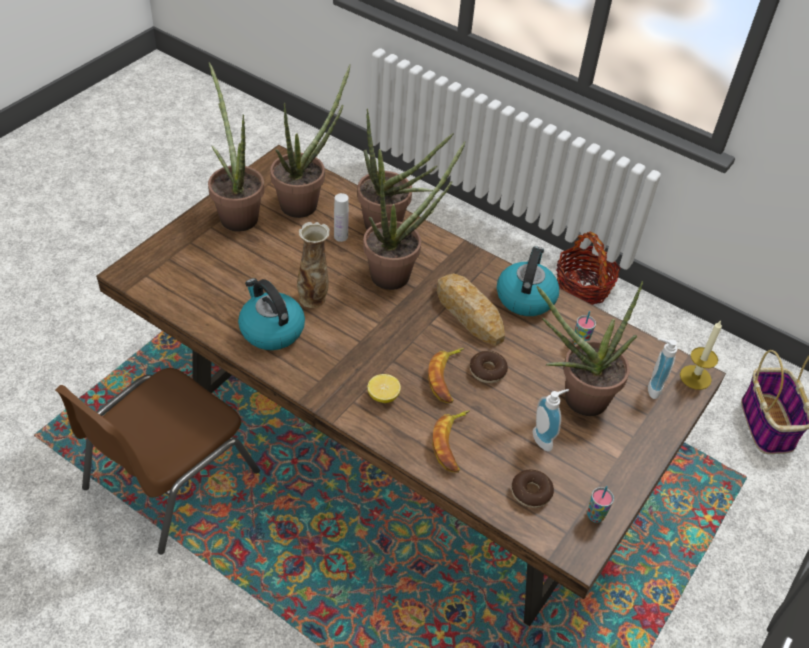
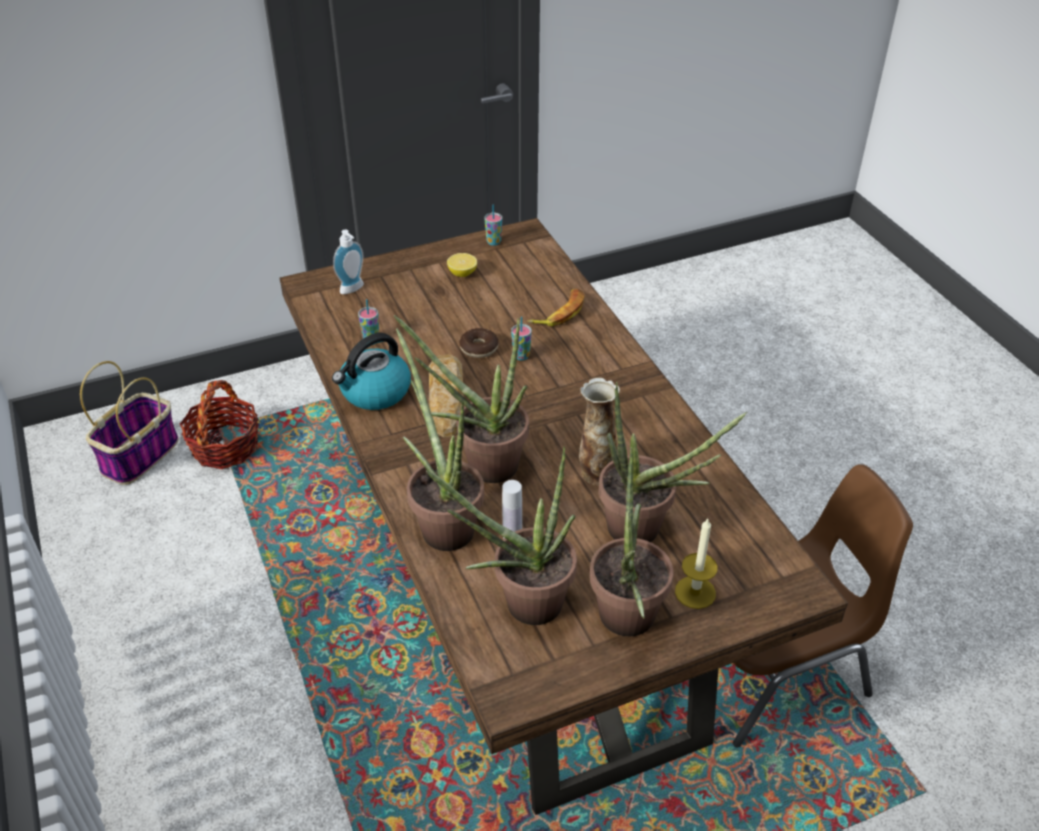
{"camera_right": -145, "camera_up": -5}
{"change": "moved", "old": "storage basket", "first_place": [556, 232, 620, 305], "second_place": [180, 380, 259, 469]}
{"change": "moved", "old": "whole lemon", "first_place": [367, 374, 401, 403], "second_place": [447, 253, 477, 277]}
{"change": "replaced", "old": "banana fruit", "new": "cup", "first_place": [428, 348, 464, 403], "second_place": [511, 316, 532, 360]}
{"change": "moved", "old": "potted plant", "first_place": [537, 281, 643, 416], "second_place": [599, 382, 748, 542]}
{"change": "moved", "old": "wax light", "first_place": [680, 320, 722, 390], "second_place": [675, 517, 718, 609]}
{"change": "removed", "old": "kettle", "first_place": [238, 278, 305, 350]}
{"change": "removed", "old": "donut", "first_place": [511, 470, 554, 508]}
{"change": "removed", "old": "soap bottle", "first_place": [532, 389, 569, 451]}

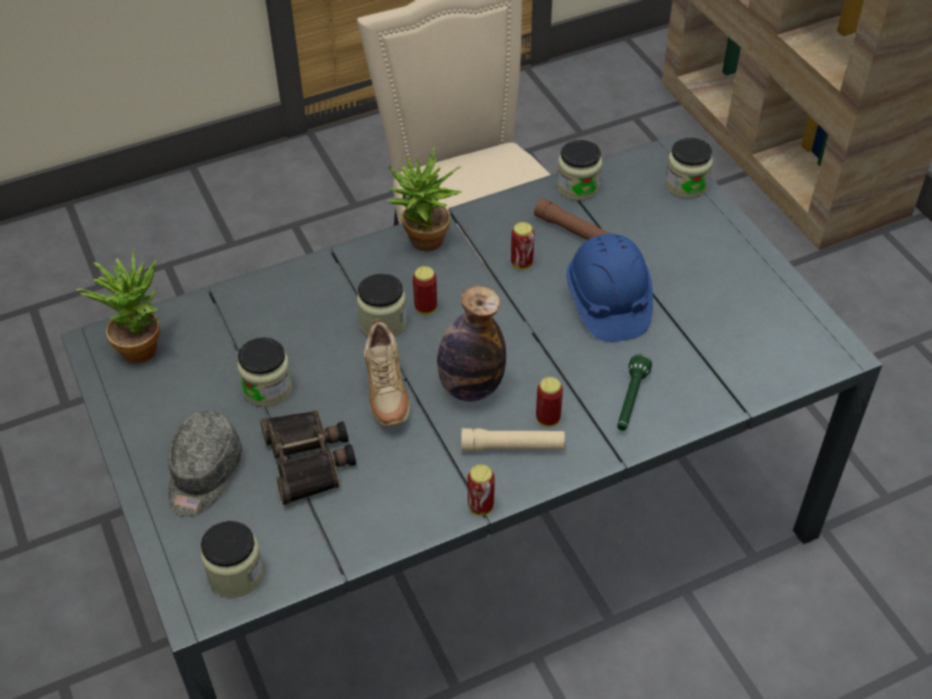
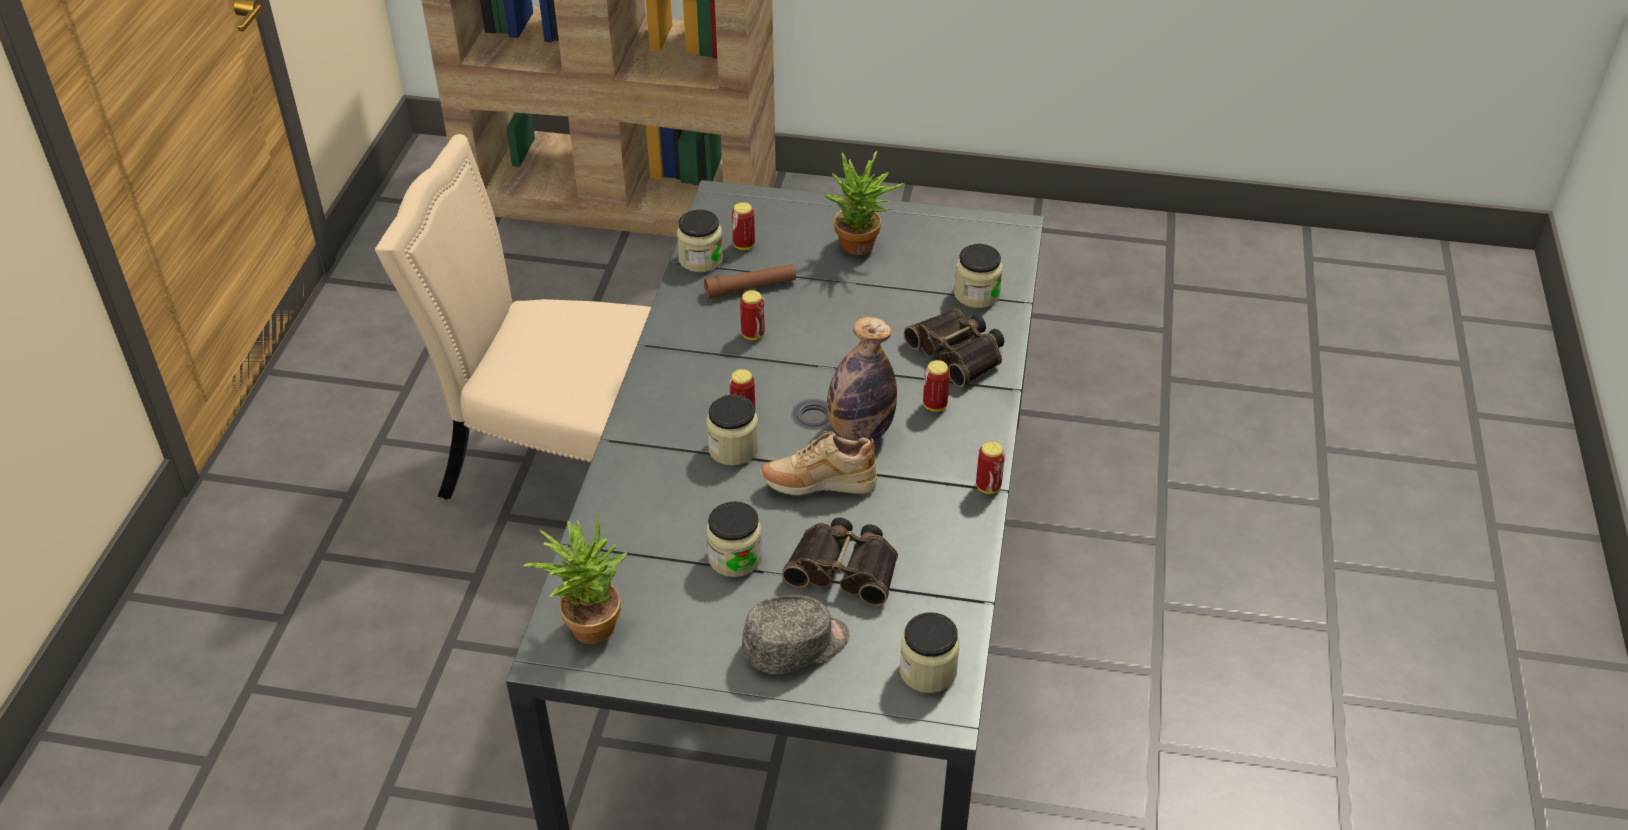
{"camera_right": -55, "camera_up": -5}
{"change": "added", "new": "sealed can", "second_place": [732, 202, 755, 250]}
{"change": "turned", "old": "grey baseball cap", "first_place": [168, 411, 242, 516], "second_place": [742, 595, 850, 674], "degrees": -75}
{"change": "turned", "old": "beige low shoe", "first_place": [364, 319, 411, 426], "second_place": [760, 431, 877, 495], "degrees": 150}
{"change": "moved", "old": "potted plant", "first_place": [388, 147, 462, 251], "second_place": [823, 151, 904, 255]}
{"change": "replaced", "old": "green torch", "new": "binoculars", "first_place": [617, 354, 652, 431], "second_place": [904, 308, 1004, 387]}
{"change": "moved", "old": "storage jar", "first_place": [665, 138, 713, 199], "second_place": [954, 244, 1003, 308]}
{"change": "removed", "old": "beige torch", "first_place": [461, 428, 565, 452]}
{"change": "removed", "old": "blue-coloured work helmet", "first_place": [566, 234, 653, 342]}

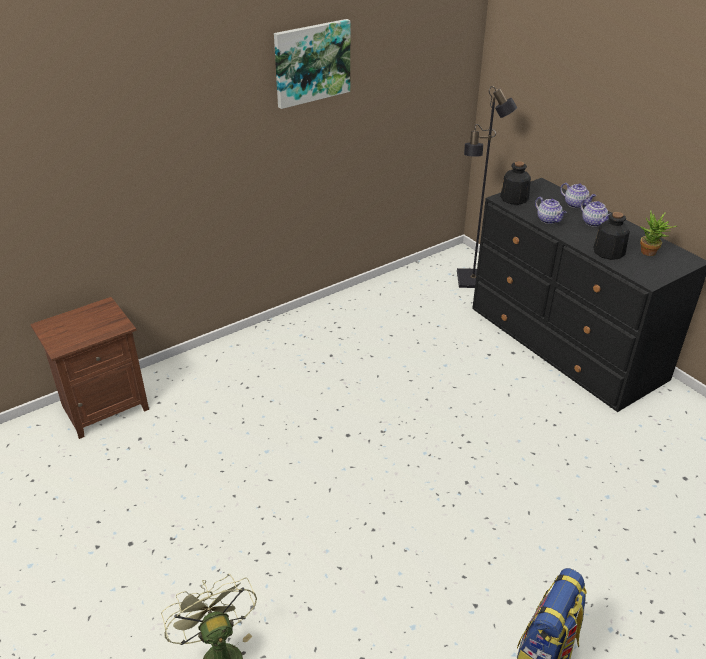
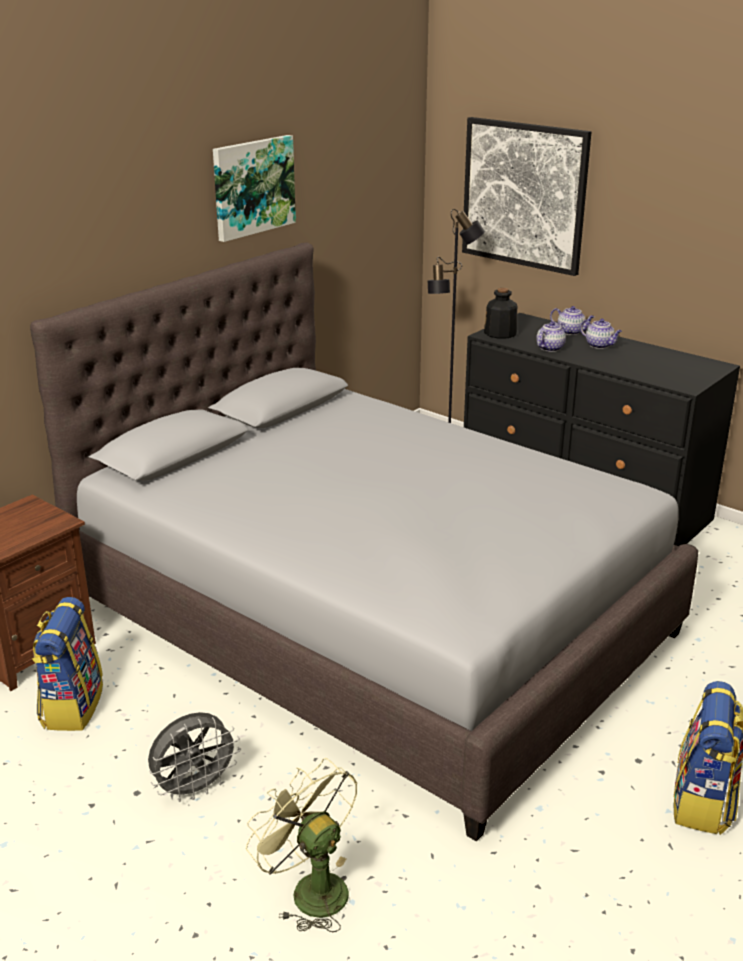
{"camera_right": -15, "camera_up": -10}
{"change": "added", "new": "grey bed", "second_place": [30, 243, 698, 842]}
{"change": "added", "new": "rucksack", "second_place": [32, 597, 103, 731]}
{"change": "added", "new": "grey electric fan", "second_place": [148, 712, 240, 802]}
{"change": "added", "new": "wall picture", "second_place": [462, 117, 591, 276]}
{"change": "turned", "old": "pot for tea", "first_place": [535, 197, 567, 224], "second_place": [536, 321, 566, 352], "degrees": -90}
{"change": "removed", "old": "beverage bottle", "first_place": [593, 212, 630, 260]}
{"change": "removed", "old": "potted plant", "first_place": [640, 210, 677, 256]}

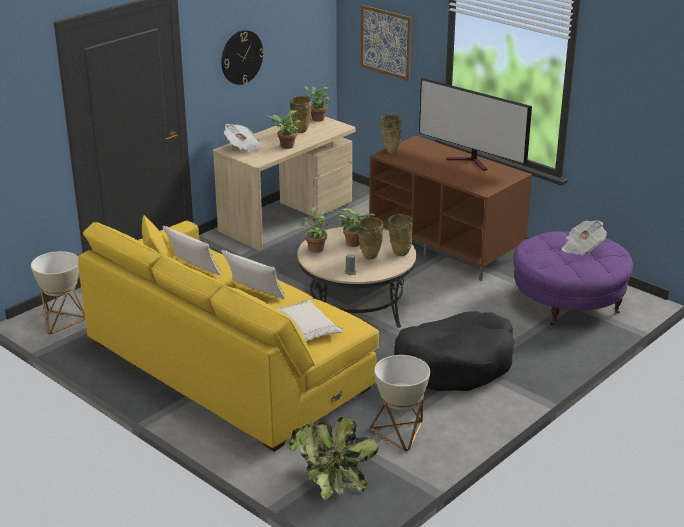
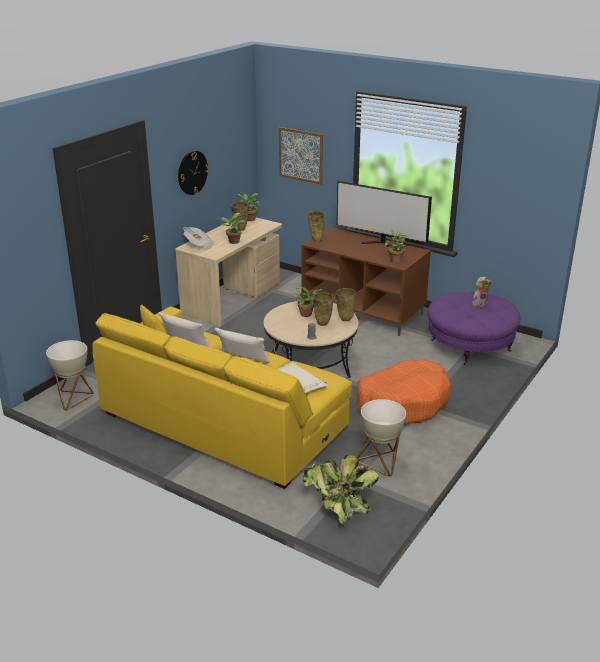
{"camera_right": -10, "camera_up": 0}
{"change": "recoloured", "old": "black-coloured dog cushion", "new": "orange-coloured dog cushion", "first_place": [394, 311, 514, 391], "second_place": [356, 359, 451, 424]}
{"change": "moved", "old": "potted plant", "first_place": [297, 207, 329, 253], "second_place": [385, 229, 406, 263]}
{"change": "replaced", "old": "newspaper", "new": "plush toy", "first_place": [562, 220, 607, 256], "second_place": [472, 276, 492, 307]}

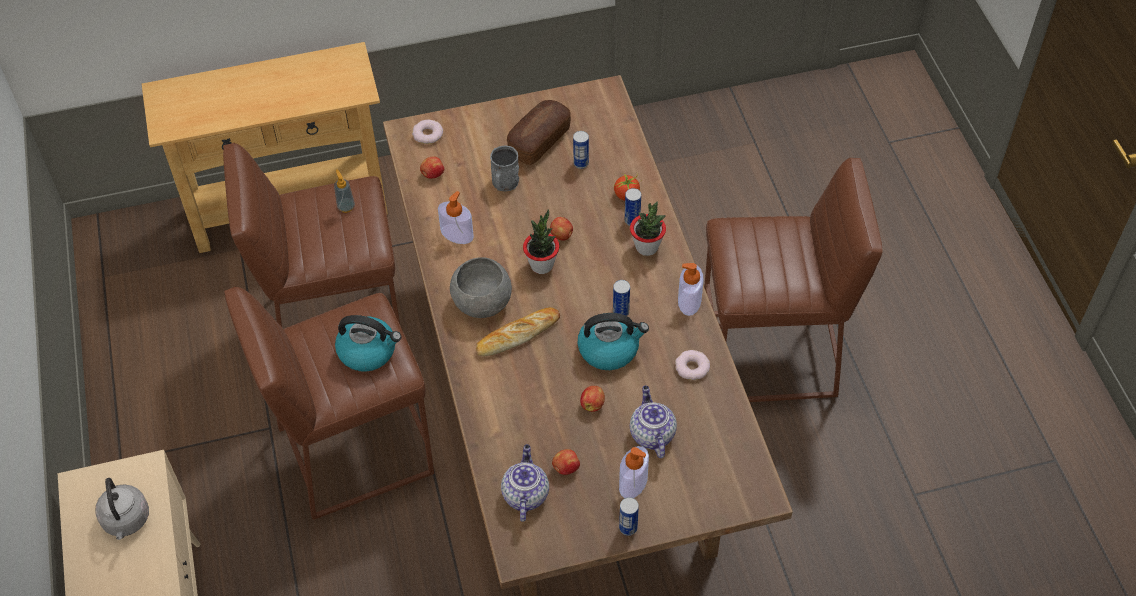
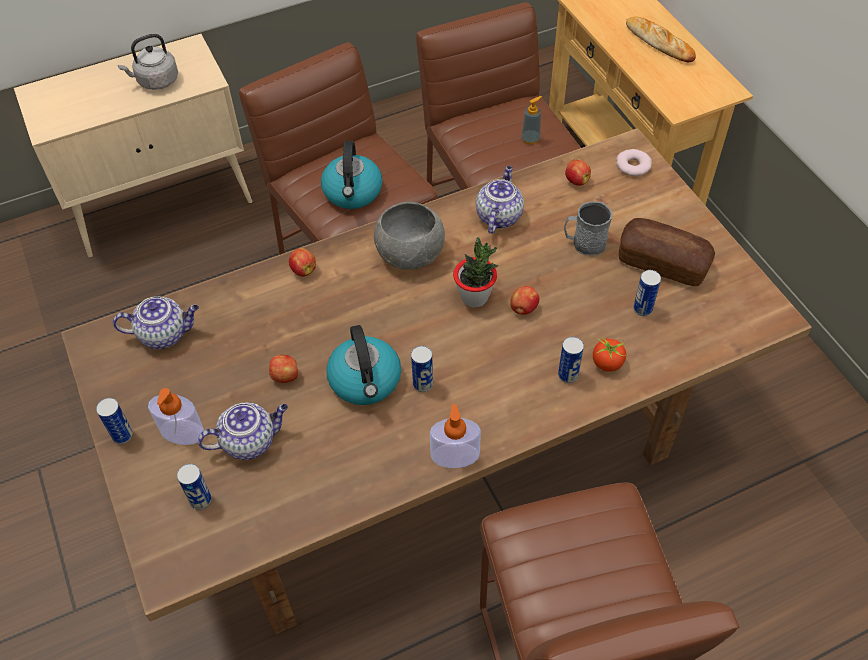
{"camera_right": 80, "camera_up": 0}
{"change": "added", "new": "sealed can", "second_place": [177, 464, 212, 510]}
{"change": "moved", "old": "apple fruit", "first_place": [552, 449, 580, 475], "second_place": [289, 248, 316, 276]}
{"change": "replaced", "old": "soap bottle", "new": "pot for tea", "first_place": [438, 191, 474, 244], "second_place": [476, 166, 524, 234]}
{"change": "moved", "old": "bakery bread", "first_place": [476, 307, 560, 357], "second_place": [626, 16, 696, 62]}
{"change": "removed", "old": "potted plant", "first_place": [630, 202, 666, 256]}
{"change": "removed", "old": "donut", "first_place": [675, 350, 710, 380]}

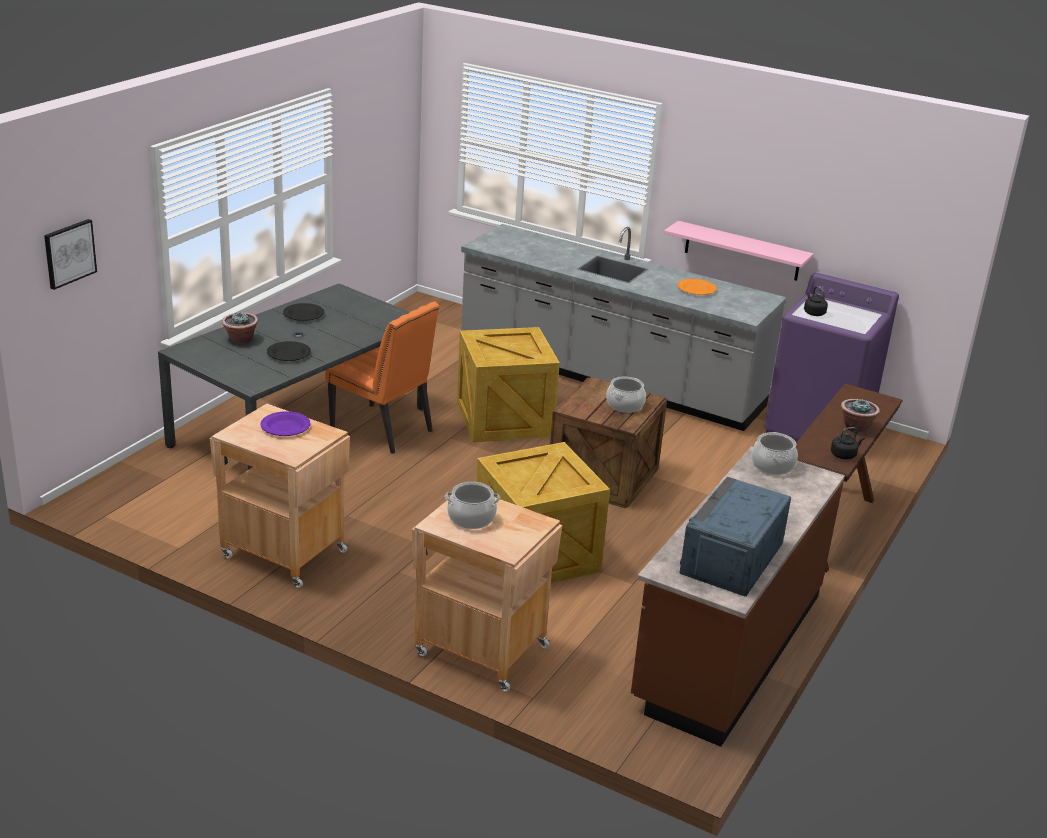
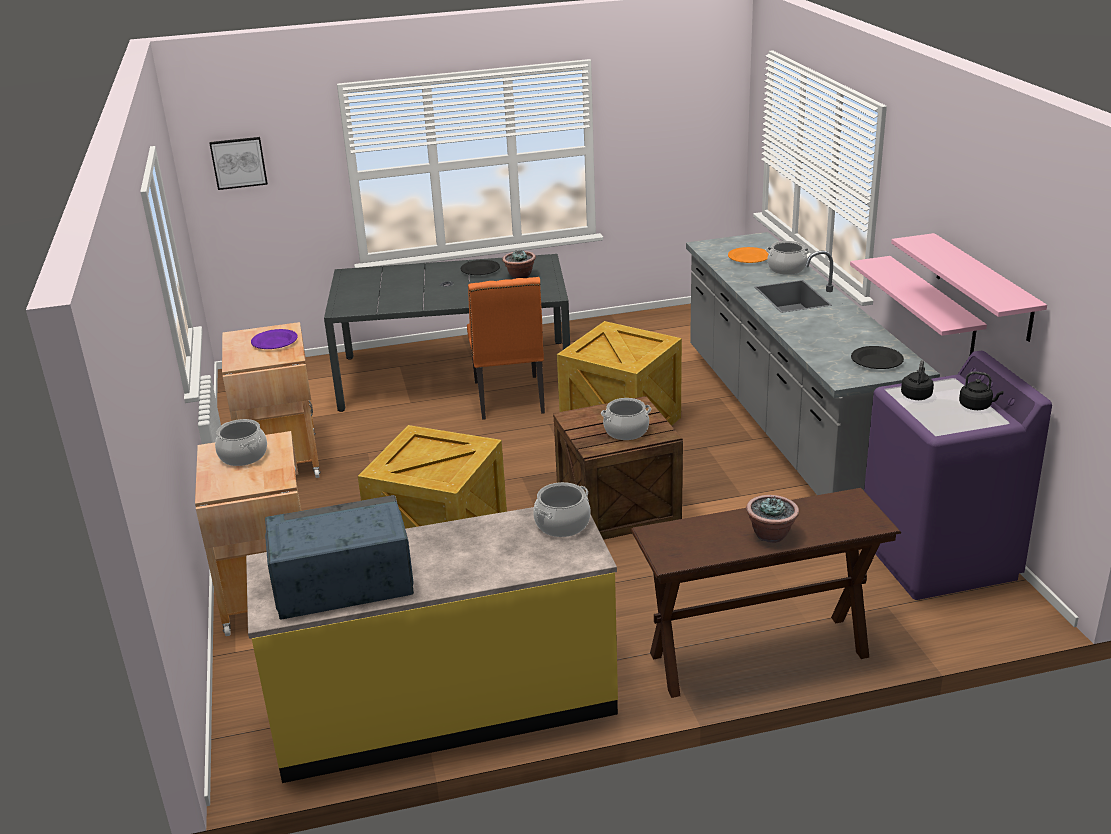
{"camera_right": 50, "camera_up": 0}
{"change": "recoloured", "old": "brown kitchen base unit", "new": "yellow kitchen base unit", "first_place": [631, 446, 845, 747], "second_place": [246, 507, 618, 783]}
{"change": "moved", "old": "potted plant", "first_place": [222, 312, 258, 344], "second_place": [502, 249, 536, 279]}
{"change": "moved", "old": "orange-coloured plate", "first_place": [677, 279, 717, 295], "second_place": [728, 247, 769, 263]}
{"change": "added", "new": "cooking pot", "second_place": [766, 241, 810, 275]}
{"change": "moved", "old": "black-coloured plate", "first_place": [267, 341, 311, 361], "second_place": [851, 346, 904, 369]}
{"change": "added", "new": "pinkish shelf", "second_place": [891, 233, 1047, 342]}
{"change": "moved", "old": "black-coloured kettle", "first_place": [831, 427, 865, 459], "second_place": [959, 372, 1003, 410]}

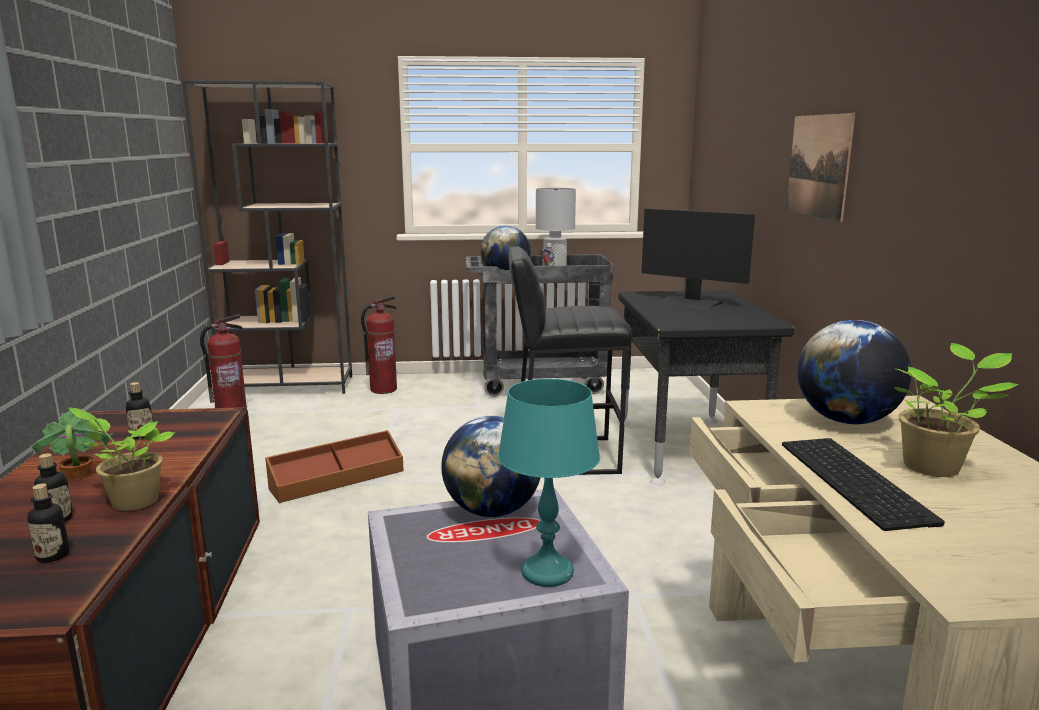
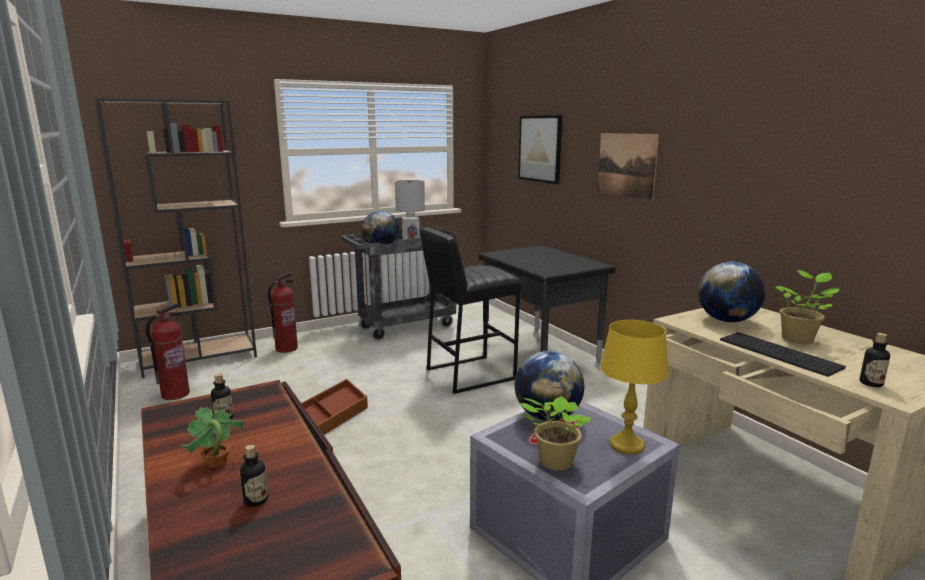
{"camera_right": -25, "camera_up": 0}
{"change": "added", "new": "wall picture", "second_place": [518, 115, 562, 184]}
{"change": "moved", "old": "potted plant", "first_place": [69, 408, 175, 511], "second_place": [518, 396, 592, 471]}
{"change": "recoloured", "old": "blue-green lamp for a table", "new": "yellow lamp for a table", "first_place": [498, 379, 600, 587], "second_place": [600, 320, 669, 455]}
{"change": "moved", "old": "beverage bottle", "first_place": [27, 484, 69, 563], "second_place": [860, 333, 890, 387]}
{"change": "removed", "old": "monitor", "first_place": [642, 209, 755, 310]}

